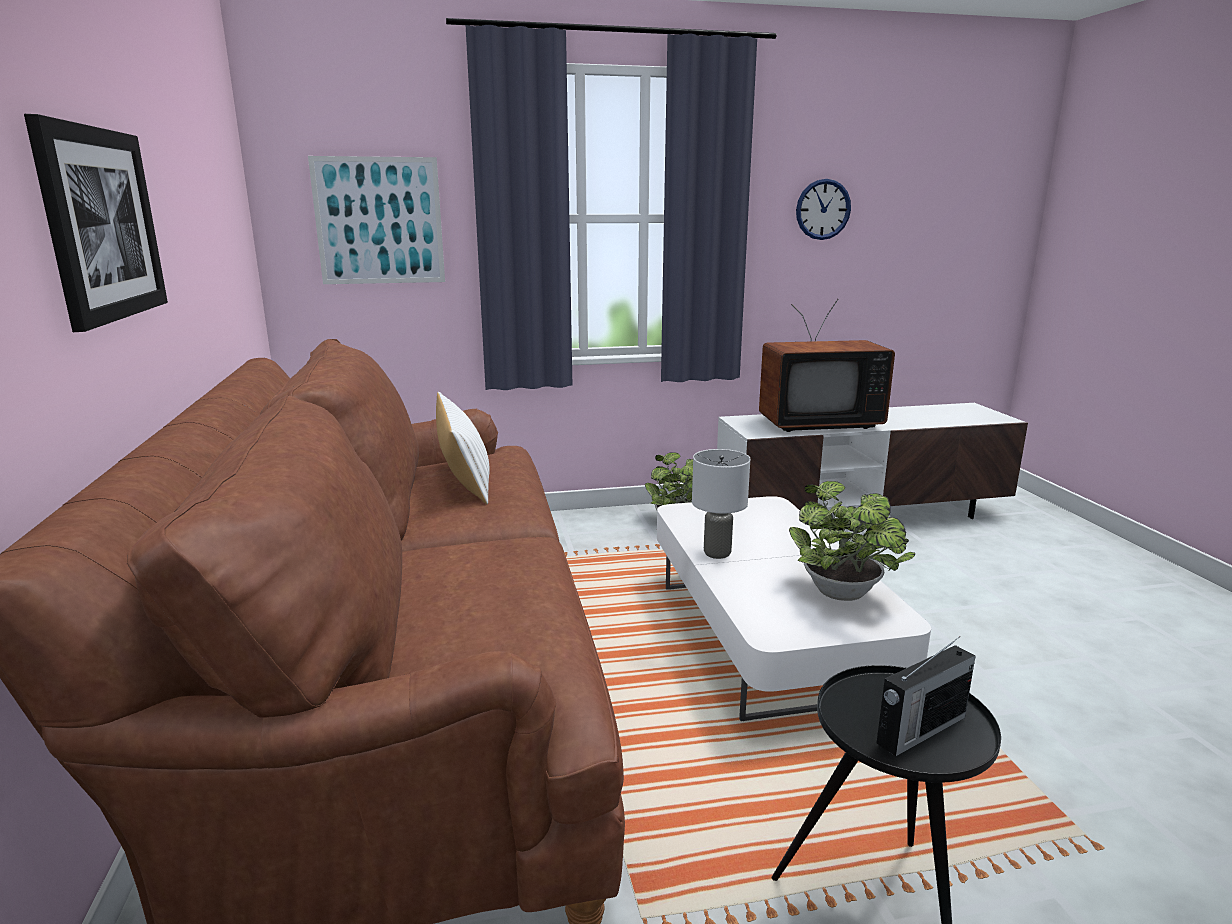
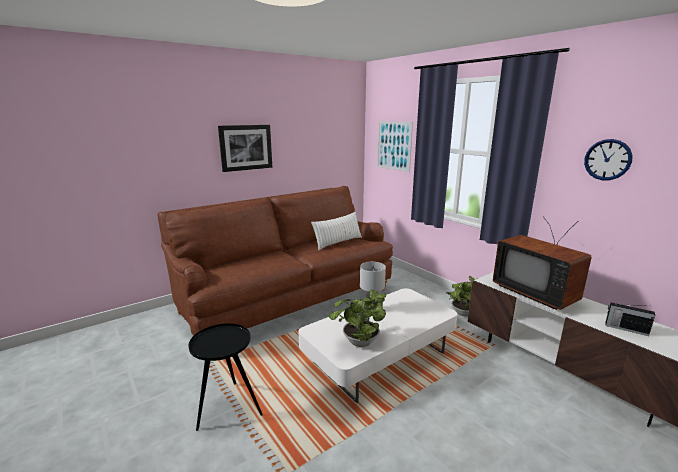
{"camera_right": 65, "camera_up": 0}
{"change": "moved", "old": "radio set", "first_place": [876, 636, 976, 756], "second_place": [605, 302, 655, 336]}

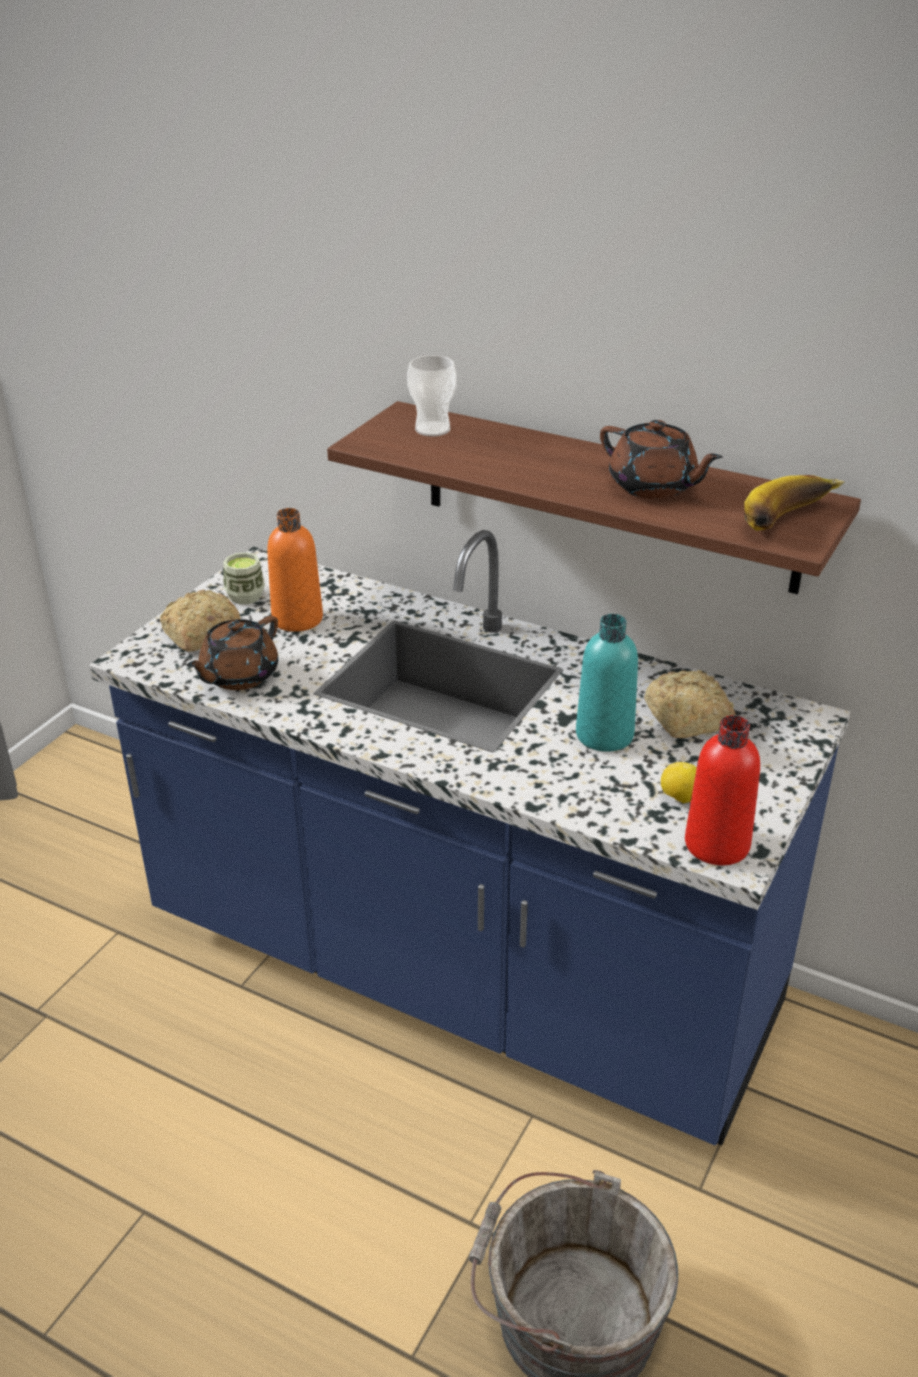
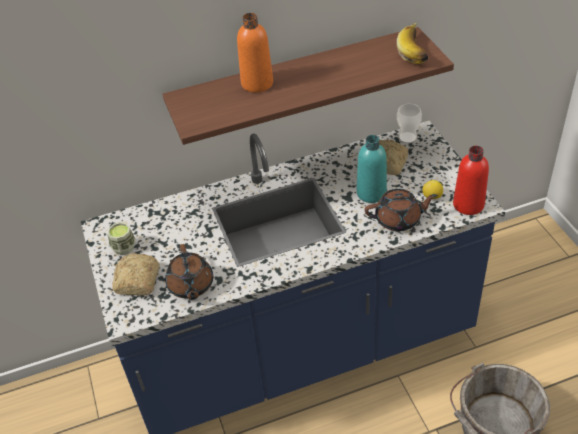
{"camera_right": -45, "camera_up": 10}
{"change": "moved", "old": "orange-coloured beverage bottle", "first_place": [267, 508, 323, 632], "second_place": [237, 13, 273, 93]}
{"change": "moved", "old": "brown pot for tea", "first_place": [600, 420, 723, 499], "second_place": [365, 189, 437, 231]}
{"change": "moved", "old": "cup", "first_place": [407, 355, 457, 437], "second_place": [396, 104, 422, 143]}

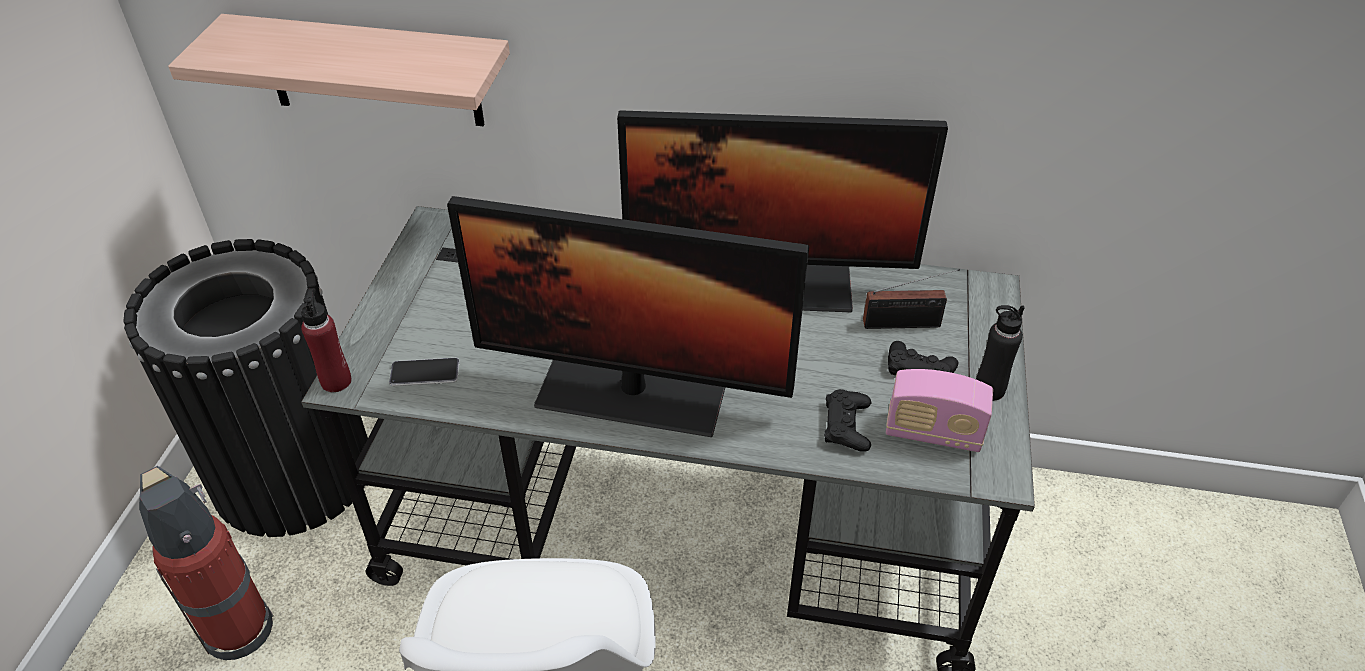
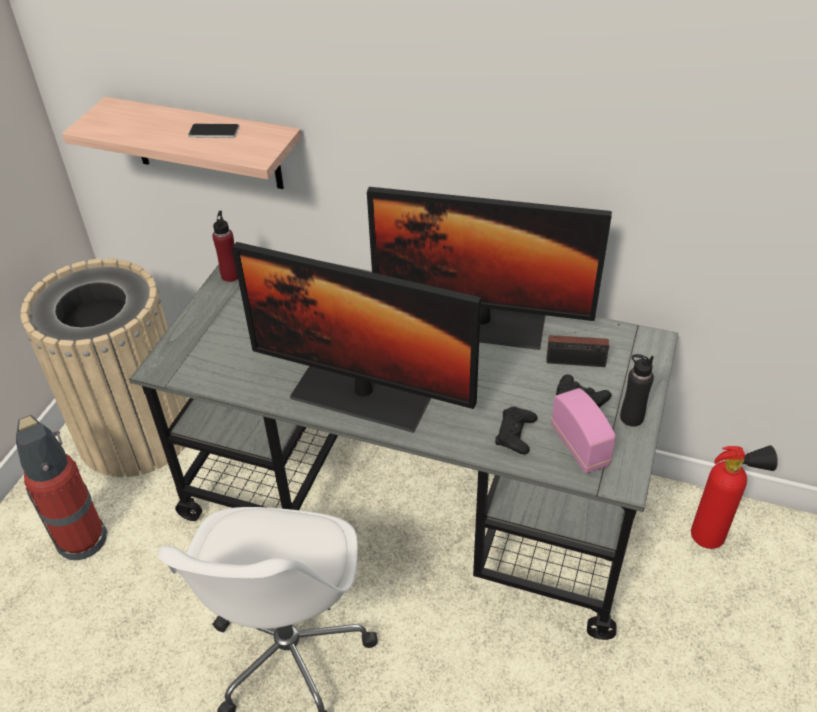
{"camera_right": 10, "camera_up": 0}
{"change": "recoloured", "old": "black-coloured rubbish bin", "new": "beige rubbish bin", "first_place": [123, 239, 368, 537], "second_place": [20, 258, 189, 477]}
{"change": "moved", "old": "handset", "first_place": [389, 358, 459, 386], "second_place": [188, 123, 239, 138]}
{"change": "moved", "old": "red beverage bottle", "first_place": [301, 289, 352, 392], "second_place": [212, 211, 238, 282]}
{"change": "turned", "old": "radio set", "first_place": [886, 369, 993, 452], "second_place": [551, 388, 616, 473], "degrees": -135}
{"change": "added", "new": "fire extinguisher", "second_place": [691, 445, 778, 549]}

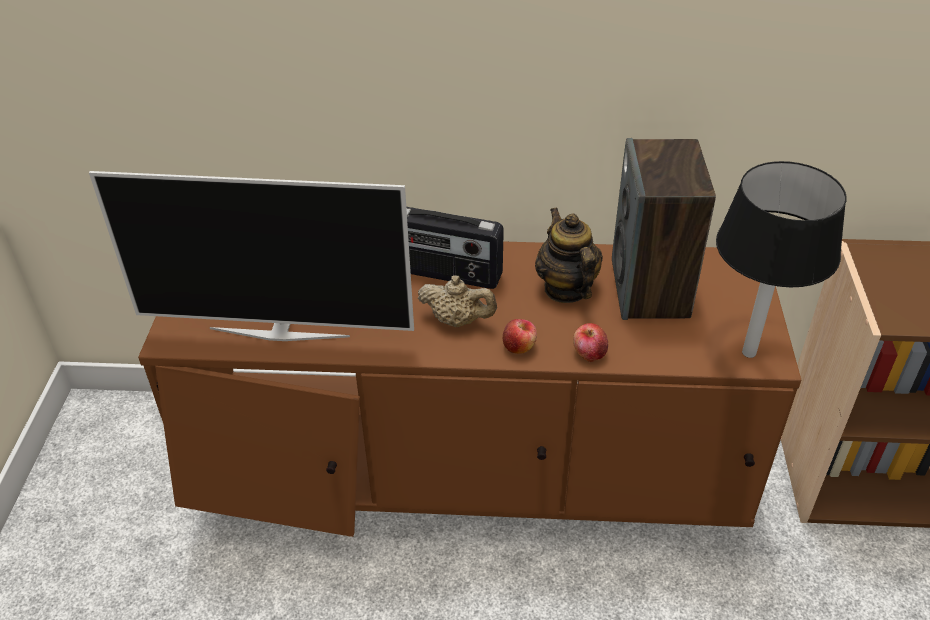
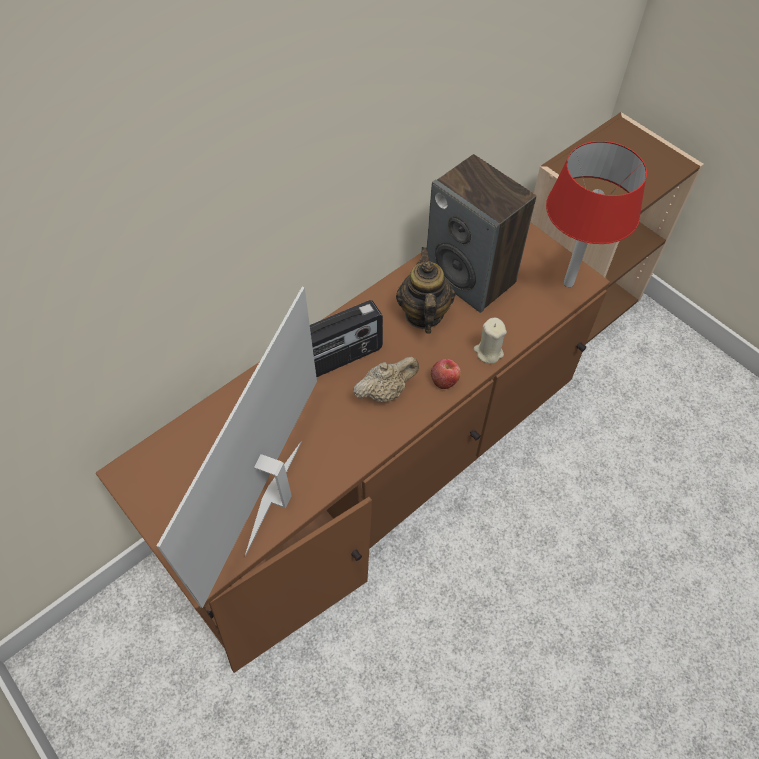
{"camera_right": -45, "camera_up": 15}
{"change": "turned", "old": "television", "first_place": [89, 171, 414, 341], "second_place": [157, 287, 317, 608], "degrees": 150}
{"change": "turned", "old": "pot for tea", "first_place": [535, 208, 603, 303], "second_place": [396, 247, 455, 334], "degrees": 60}
{"change": "replaced", "old": "apple fruit", "new": "beige wax light", "first_place": [573, 323, 608, 362], "second_place": [474, 318, 507, 364]}
{"change": "recoloured", "old": "black-coloured lamp for a table", "new": "red lamp for a table", "first_place": [716, 161, 846, 358], "second_place": [546, 141, 647, 287]}

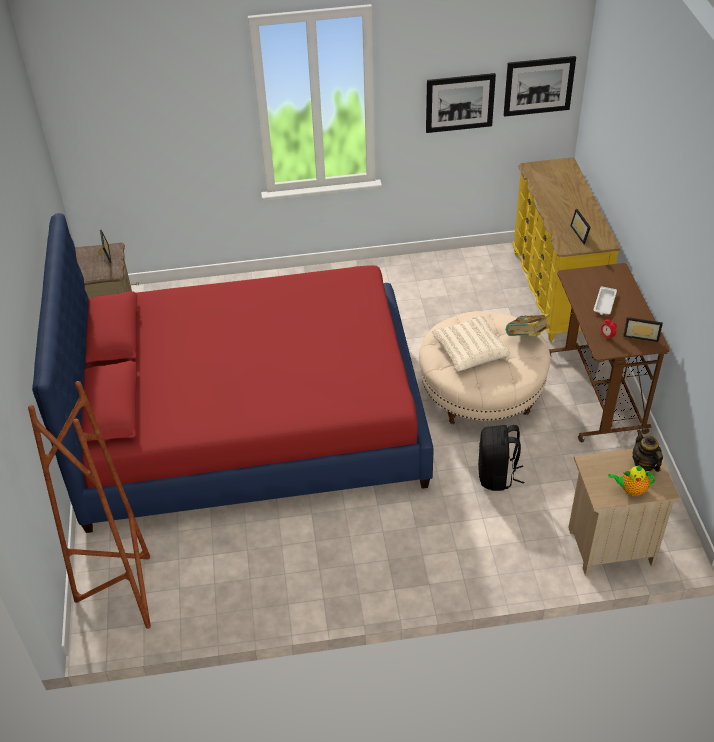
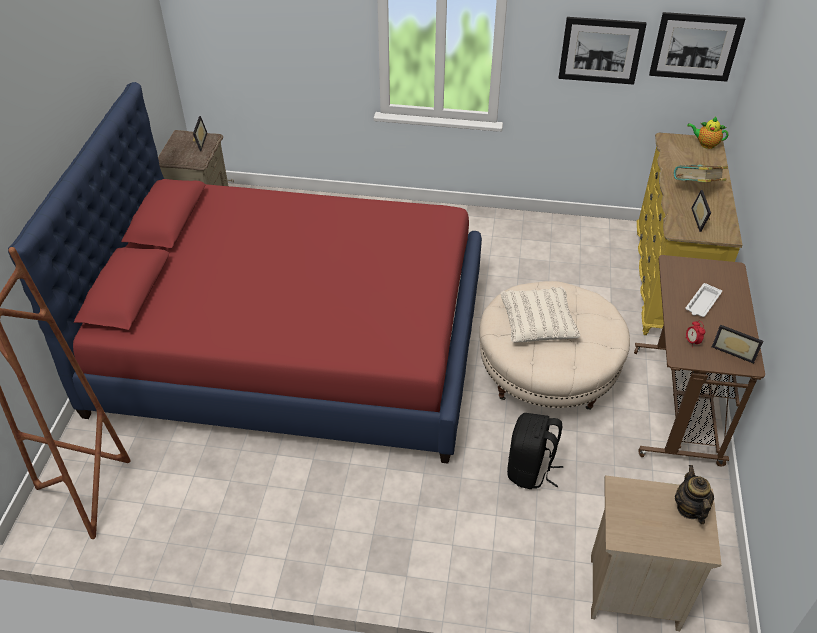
{"camera_right": 15, "camera_up": 0}
{"change": "moved", "old": "volume", "first_place": [506, 314, 551, 336], "second_place": [674, 164, 728, 182]}
{"change": "moved", "old": "pot for tea", "first_place": [608, 466, 656, 496], "second_place": [687, 116, 728, 149]}

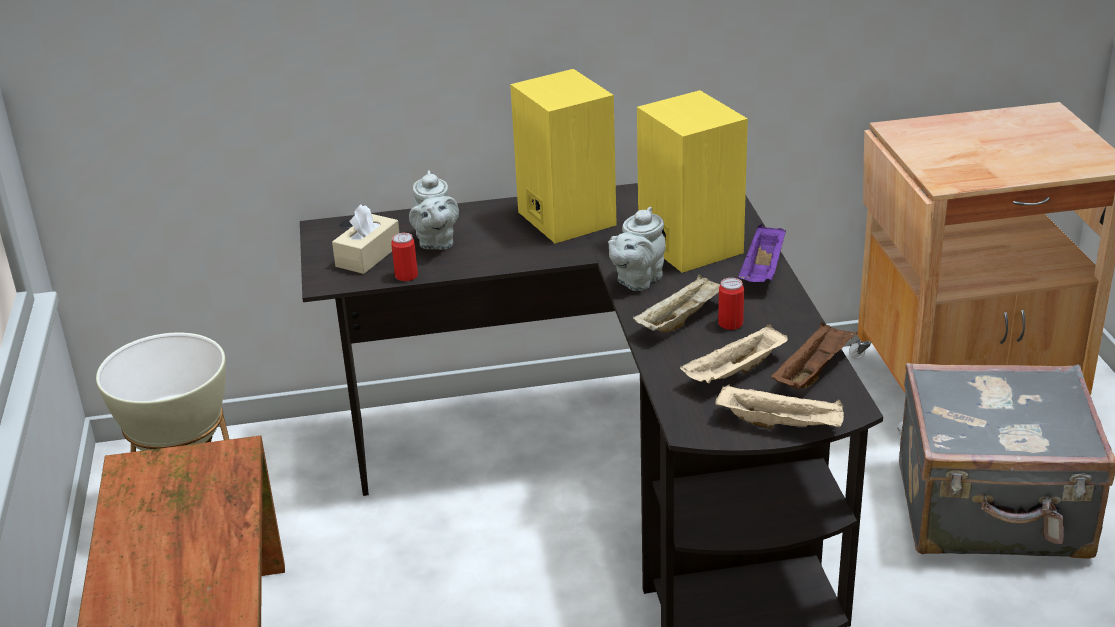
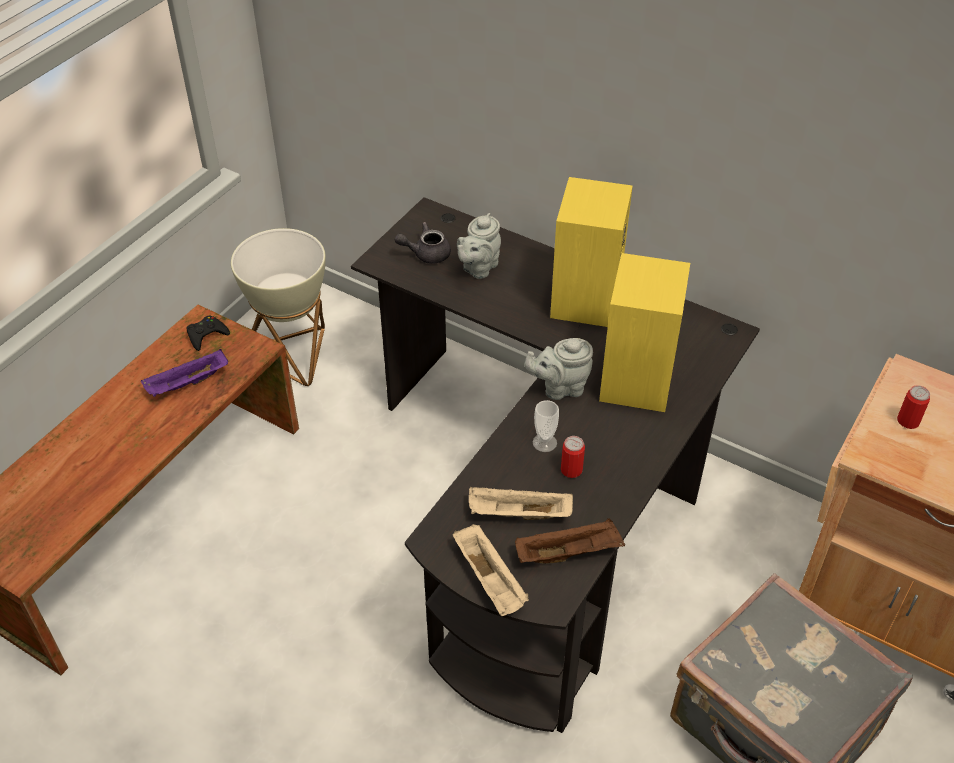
{"camera_right": 40, "camera_up": 15}
{"change": "moved", "old": "purple-coloured serving tray", "first_place": [738, 224, 786, 282], "second_place": [141, 349, 228, 397]}
{"change": "added", "new": "black-coloured game controller", "second_place": [186, 316, 230, 351]}
{"change": "replaced", "old": "beige tissue box", "new": "grey pot for tea", "first_place": [332, 205, 399, 274], "second_place": [395, 222, 451, 264]}
{"change": "replaced", "old": "beige serving tray", "new": "cup", "first_place": [633, 274, 721, 332], "second_place": [533, 400, 559, 452]}
{"change": "moved", "old": "sealed can", "first_place": [391, 233, 418, 281], "second_place": [897, 386, 930, 429]}

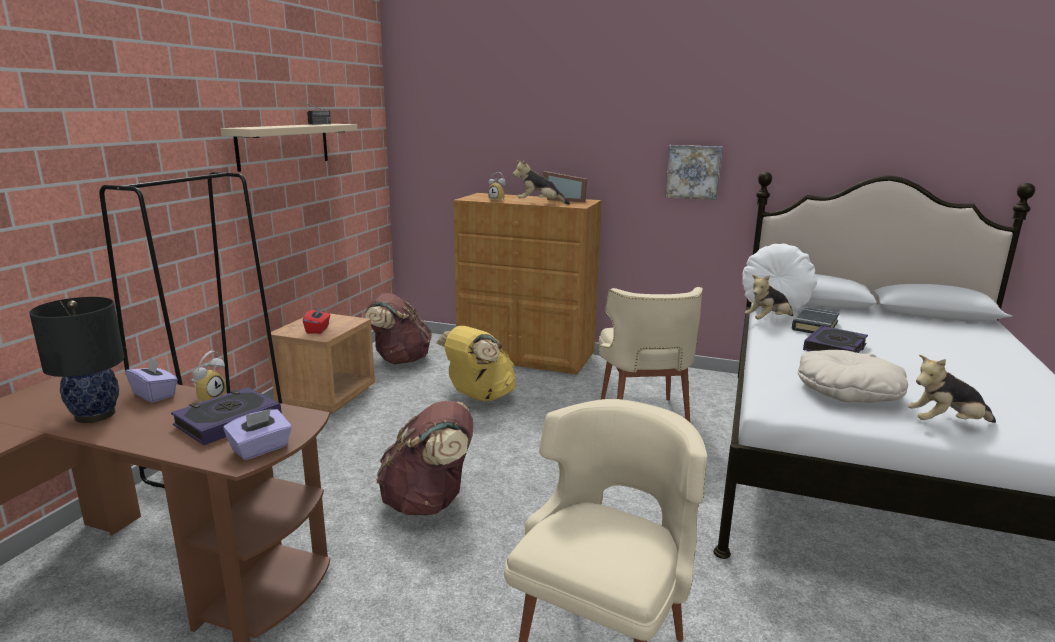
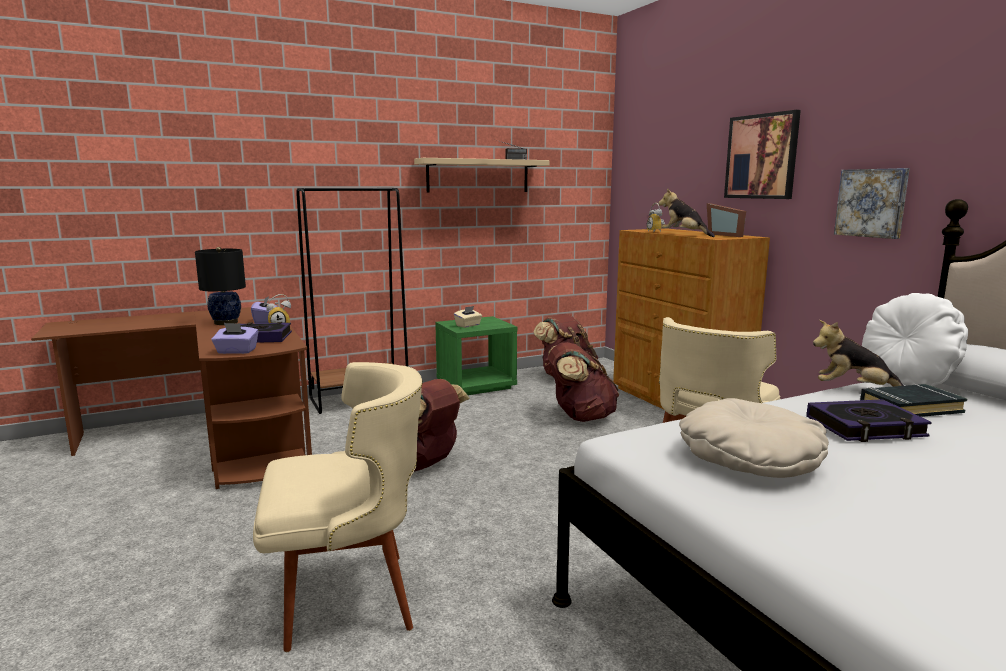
{"camera_right": 45, "camera_up": -5}
{"change": "recoloured", "old": "brown nightstand", "new": "green nightstand", "first_place": [267, 313, 375, 414], "second_place": [435, 316, 517, 395]}
{"change": "recoloured", "old": "red tissue box", "new": "beige tissue box", "first_place": [303, 306, 330, 334], "second_place": [454, 306, 482, 328]}
{"change": "recoloured", "old": "yellow rucksack", "new": "brown rucksack", "first_place": [436, 326, 516, 401], "second_place": [548, 342, 619, 422]}
{"change": "added", "new": "wall picture", "second_place": [724, 110, 801, 199]}
{"change": "removed", "old": "plush toy", "first_place": [907, 355, 996, 423]}

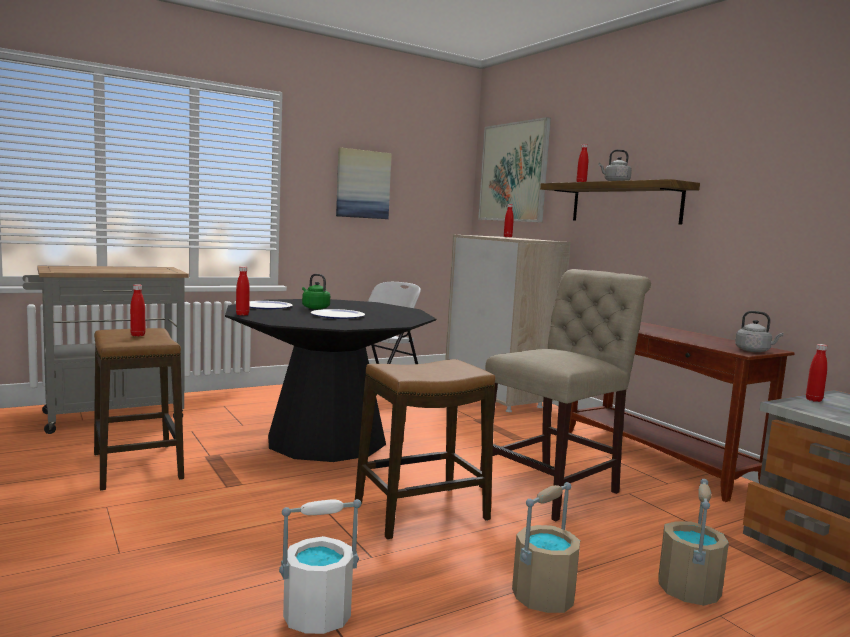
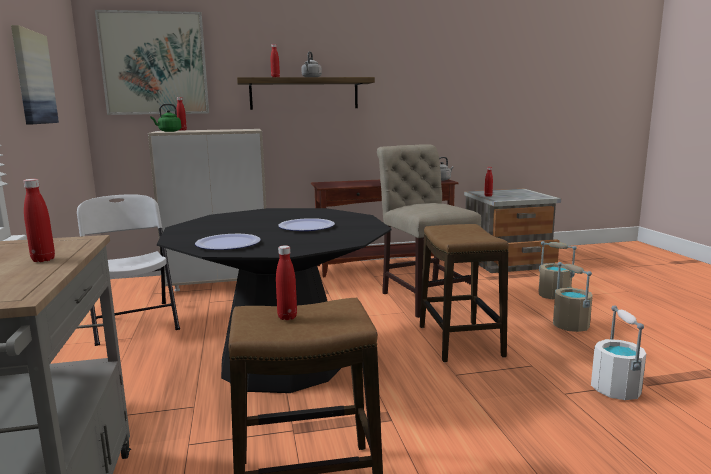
{"camera_right": -70, "camera_up": 5}
{"change": "moved", "old": "red beverage bottle", "first_place": [236, 266, 250, 316], "second_place": [24, 179, 55, 262]}
{"change": "moved", "old": "green kettle", "first_place": [302, 274, 330, 309], "second_place": [151, 104, 181, 132]}

